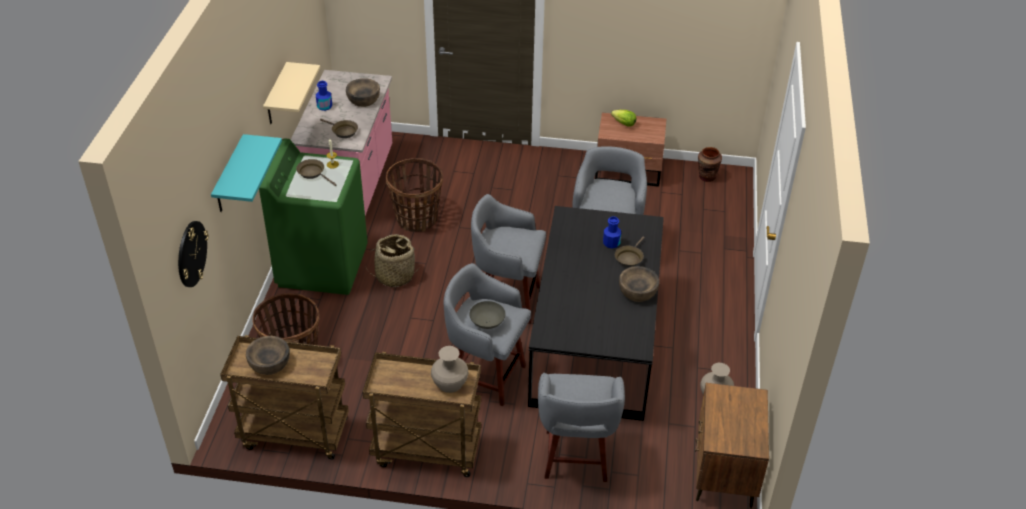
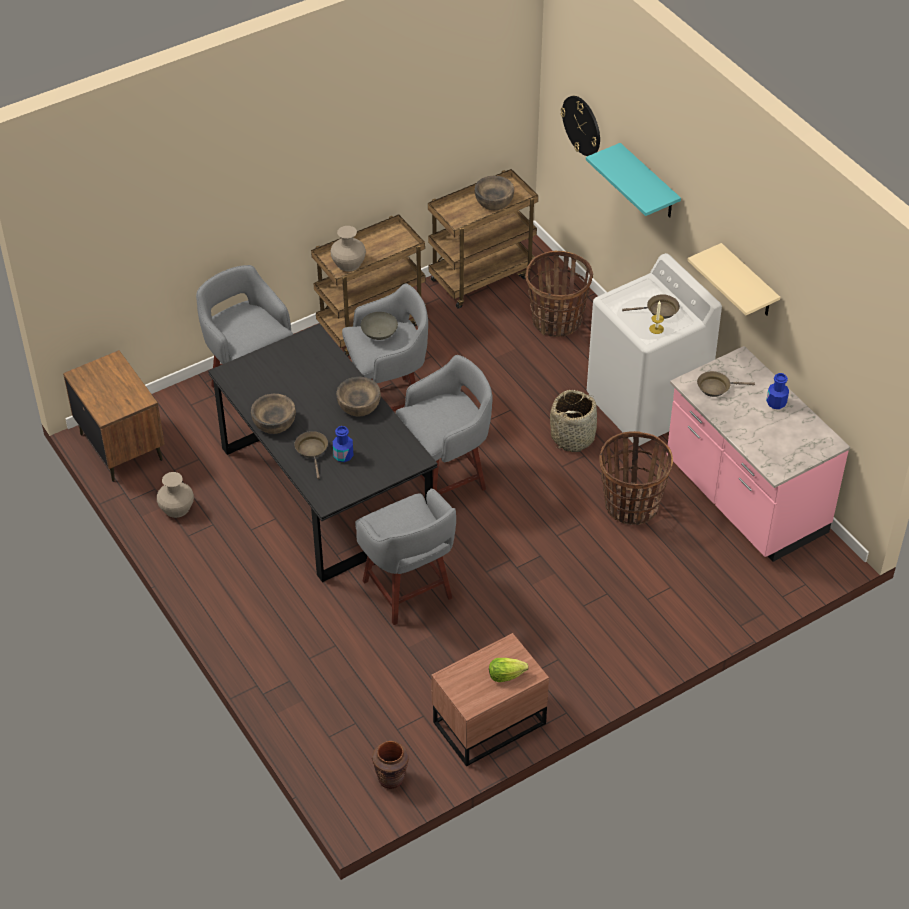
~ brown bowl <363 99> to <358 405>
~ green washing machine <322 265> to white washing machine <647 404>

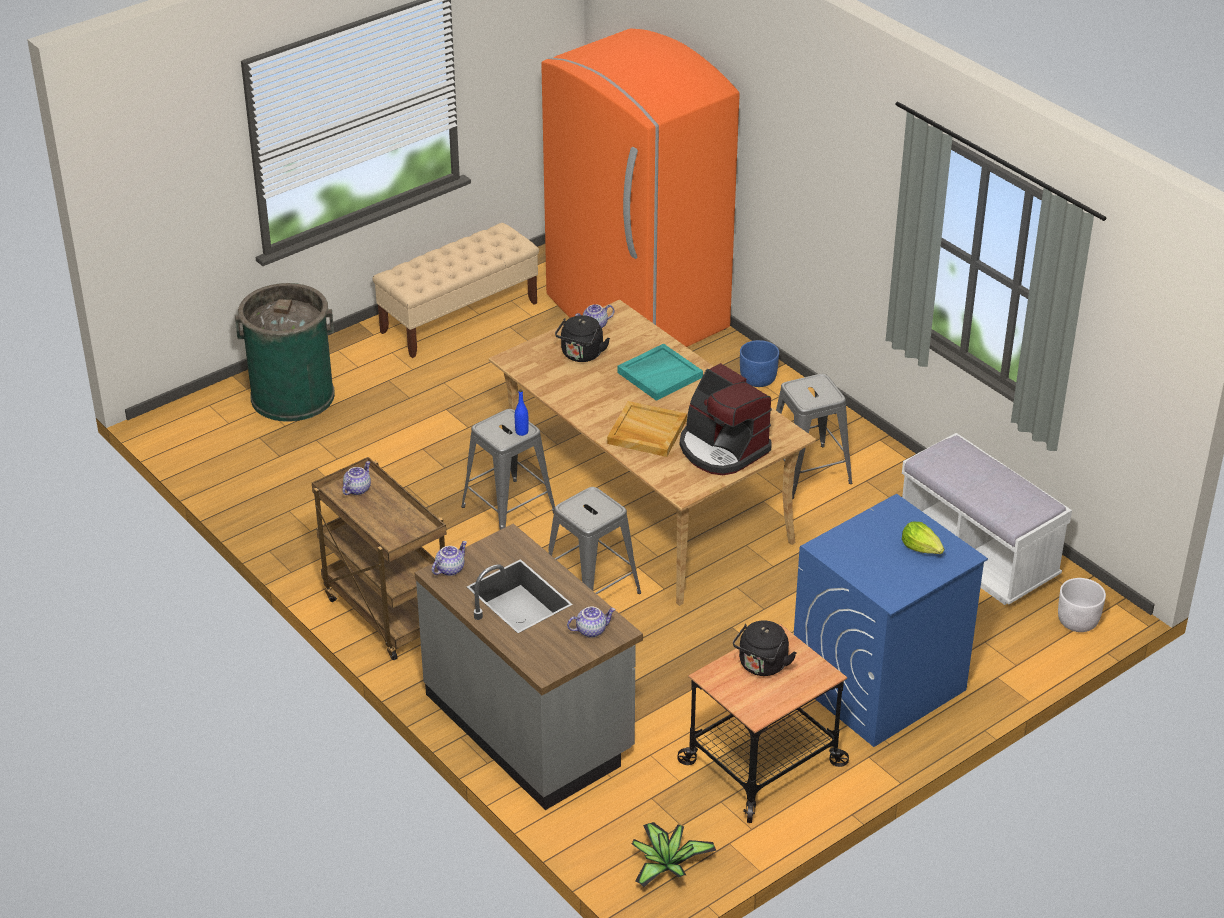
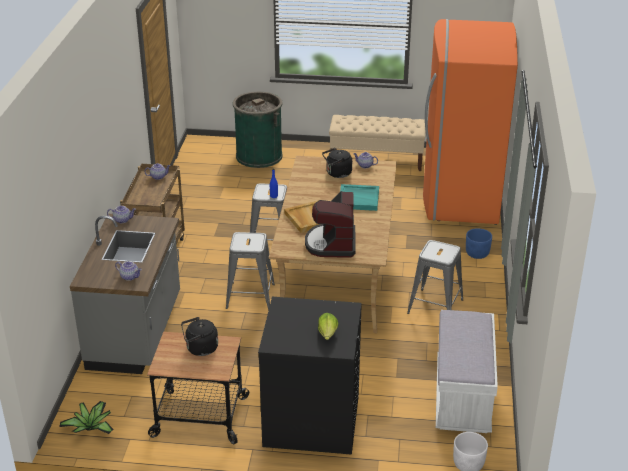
~ blue washing machine <877 685> to black washing machine <311 421>

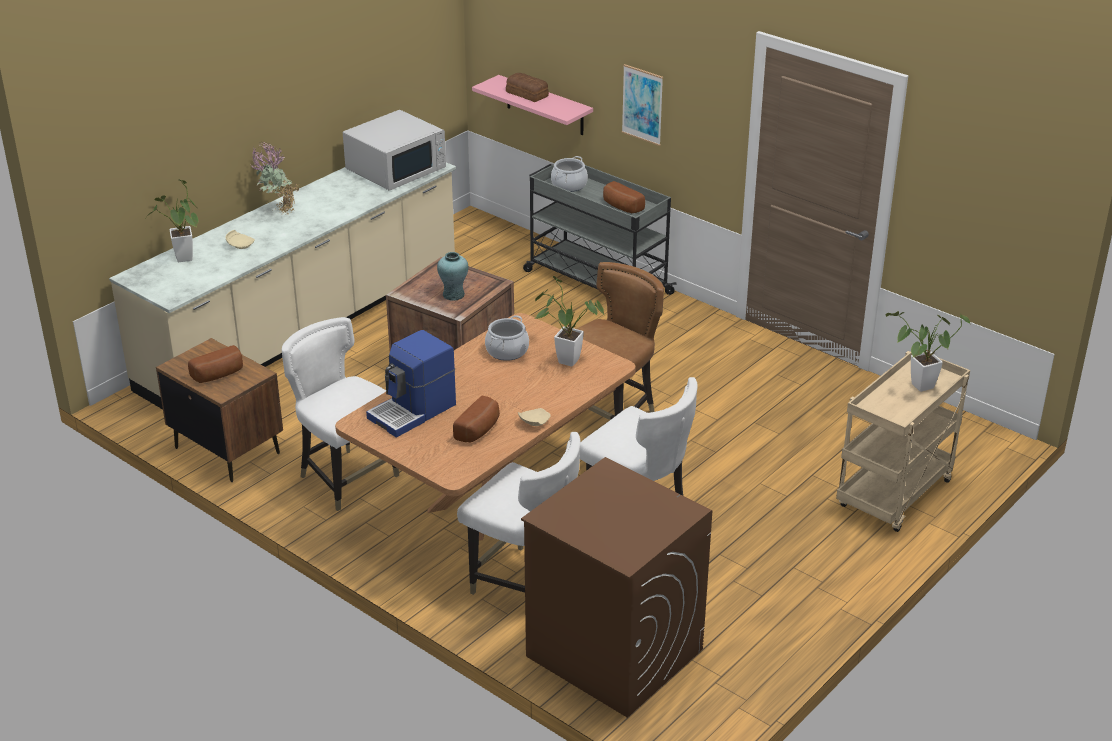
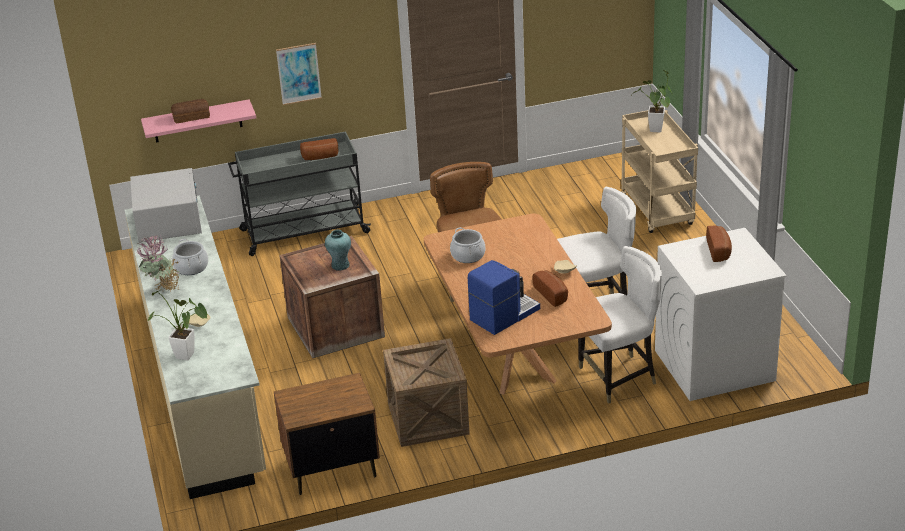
- potted plant <564 360>
~ bread <219 375> to <719 251>
~ cooking pot <569 185> to <191 267>
~ white chair <347 478> to crate <428 419>
~ brown washing machine <613 652> to white washing machine <713 365>
~ coffee machine <413 411> = <503 314> 120 degrees counterclockwise

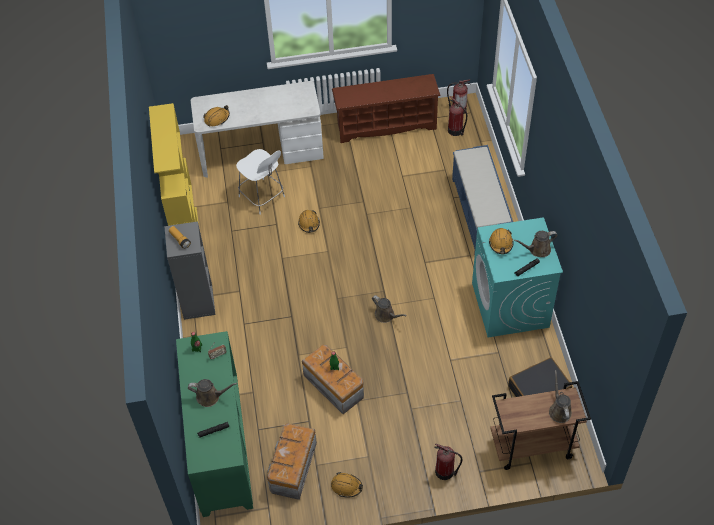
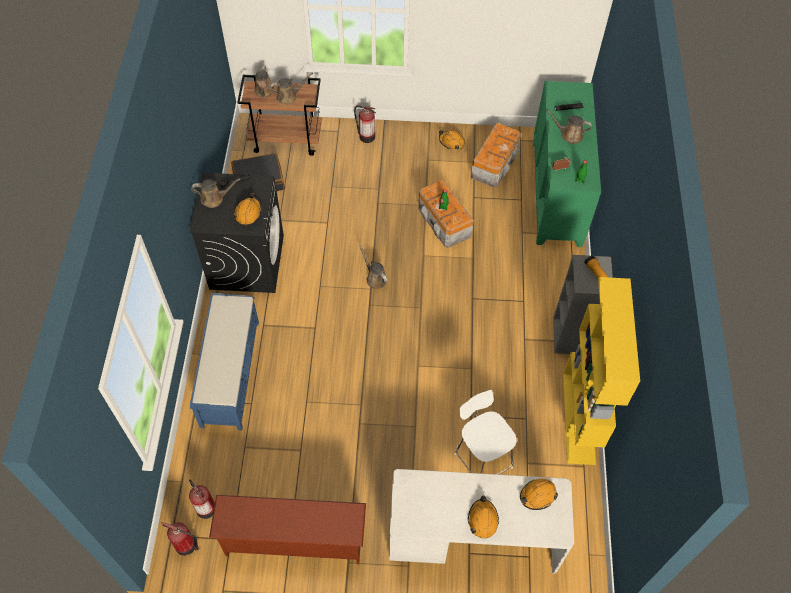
+ brown watering can <289 96>
~ orange hard hat <309 223> to <482 519>
~ turquoise washing machine <510 305> to black washing machine <246 261>

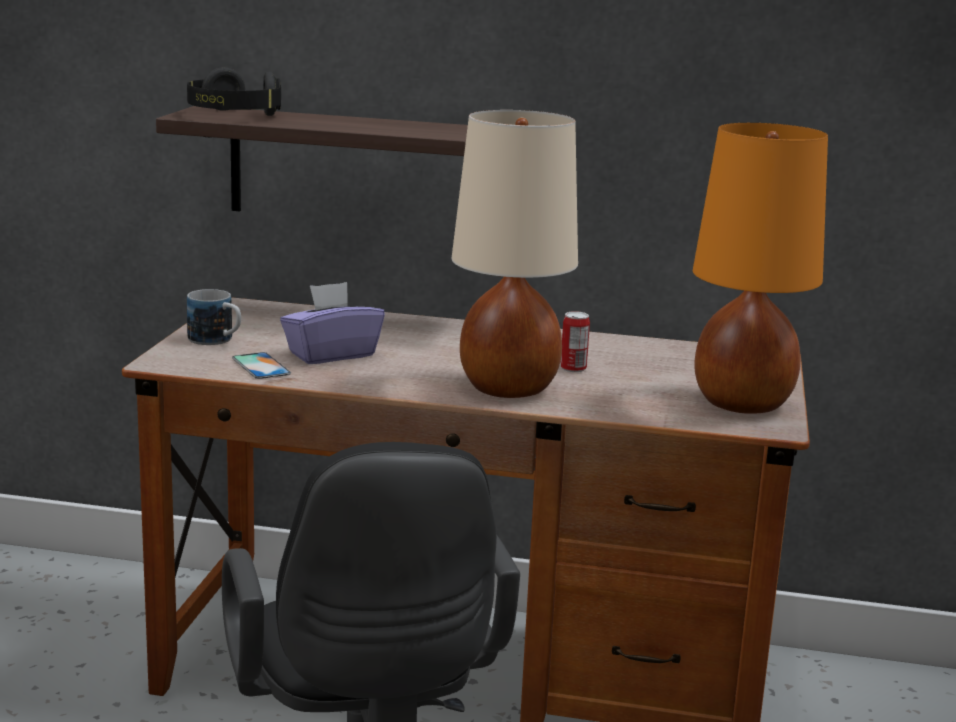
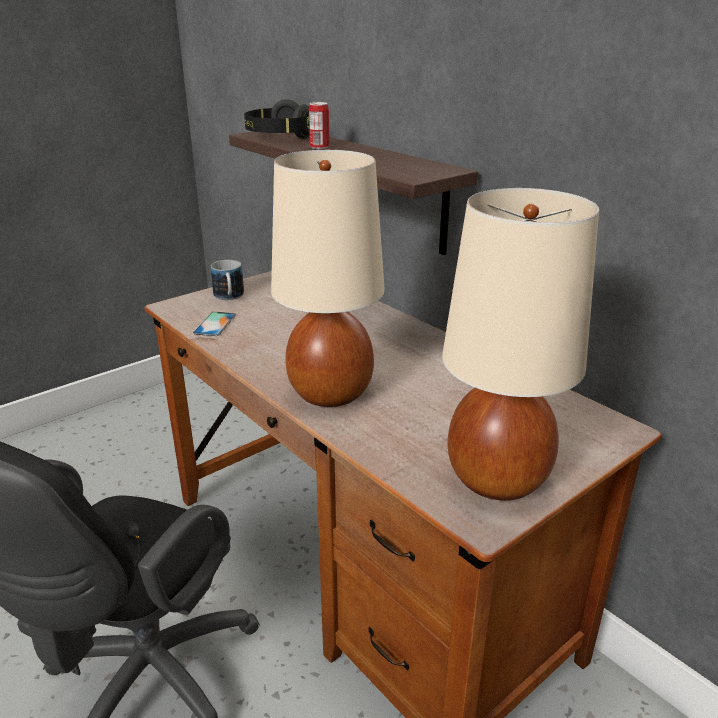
- purple tissue box <331 354>
~ can <573 368> to <319 147>
~ orange table lamp <741 404> to beige table lamp <496 479>

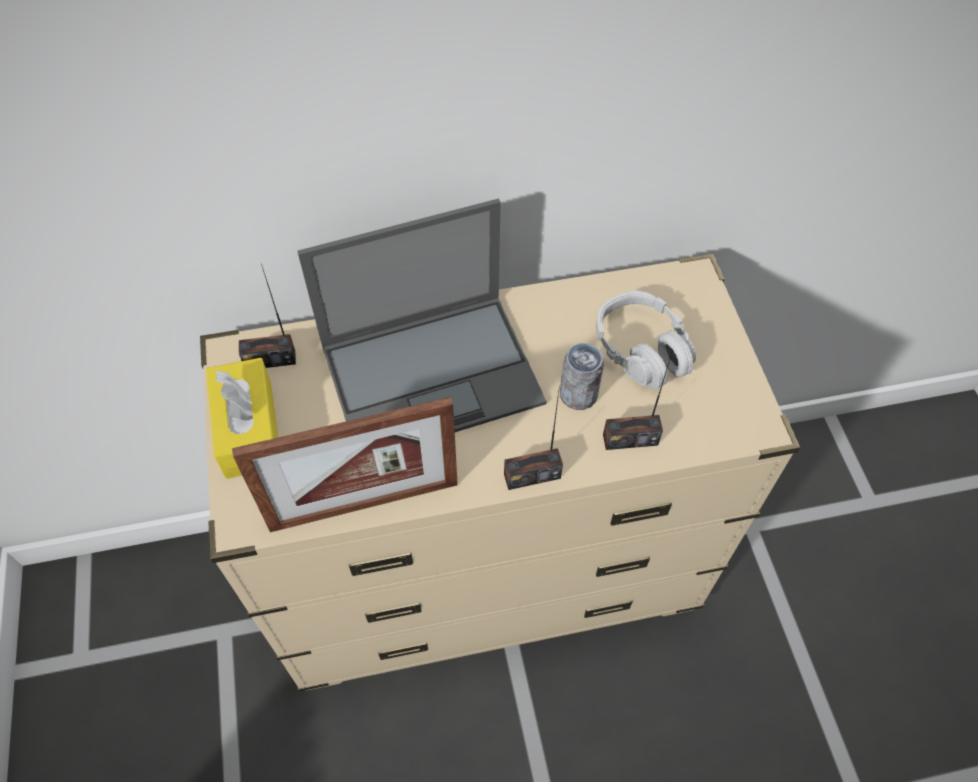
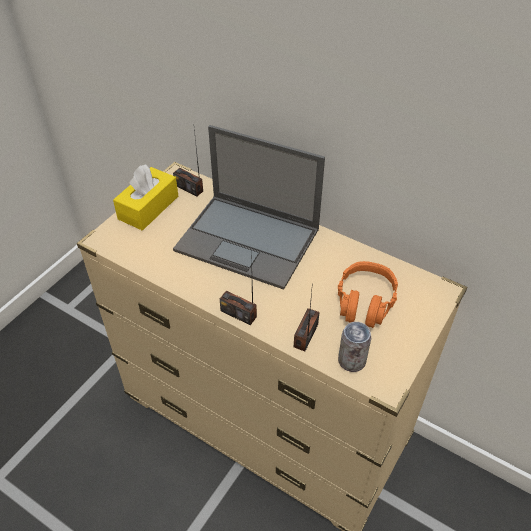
- picture frame <364 504>
~ can <578 395> to <351 361>
~ grey headphones <641 350> to orange headphones <365 302>
~ radio <630 439> = <306 335> 75 degrees clockwise

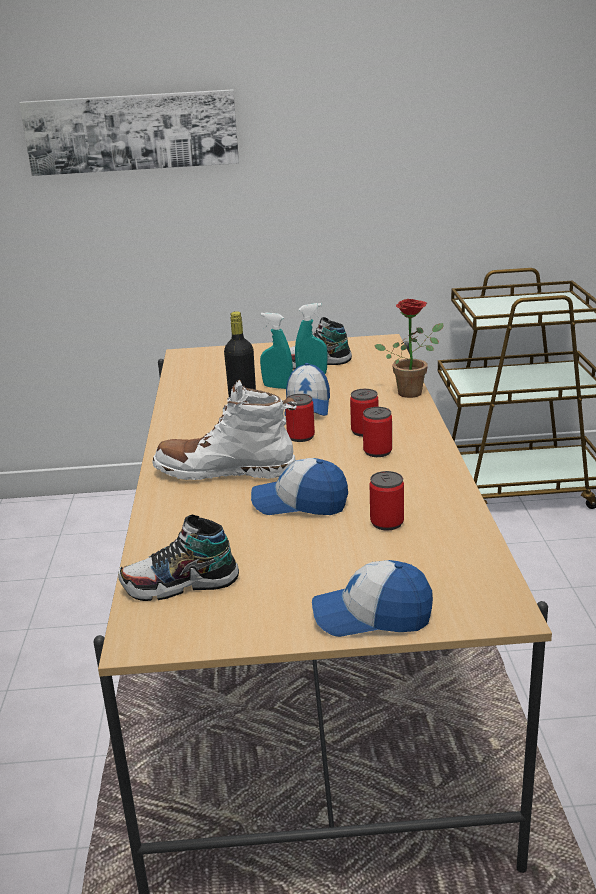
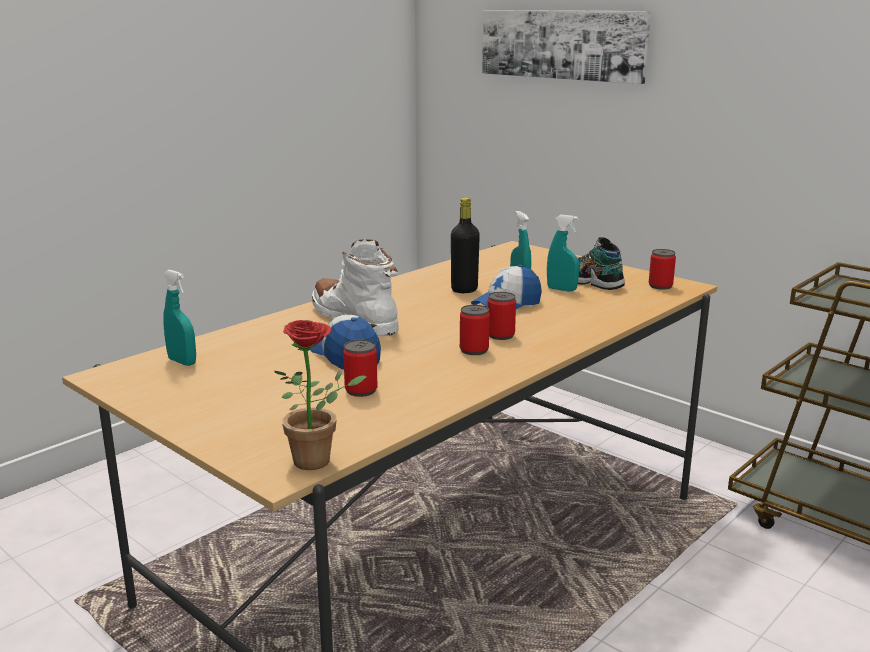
- cap <372 616>
~ can <301 436> to <660 286>
~ potted plant <413 391> to <320 461>
~ shoe <180 585> to turquoise spray bottle <182 362>

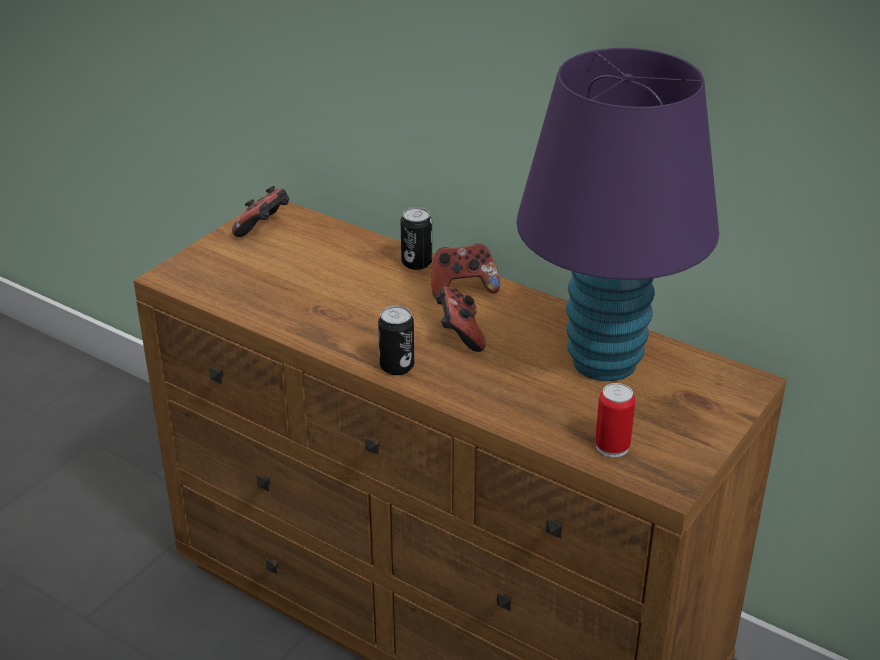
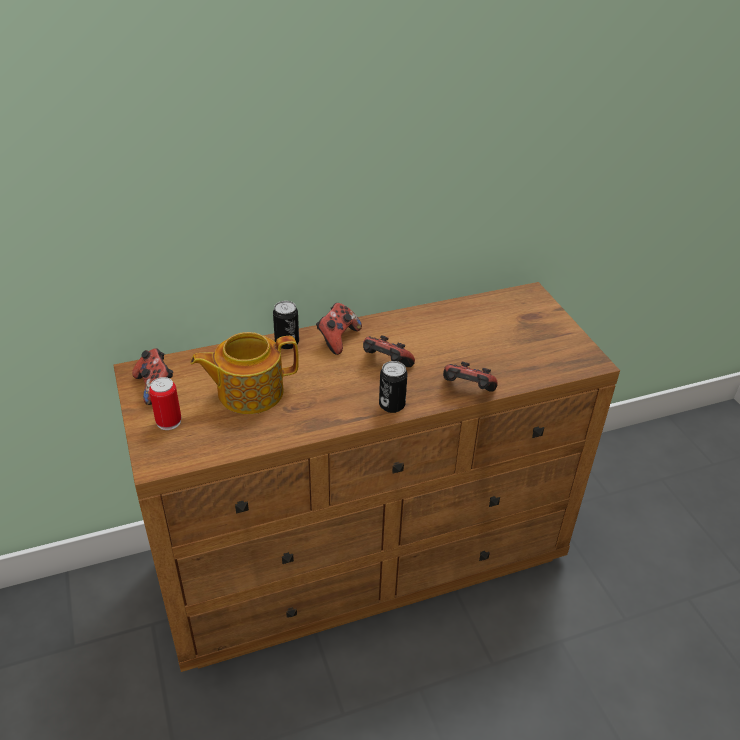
- purple table lamp <603 362>
+ teapot <248 392>
+ game controller <467 391>
~ can <612 446> to <169 421>

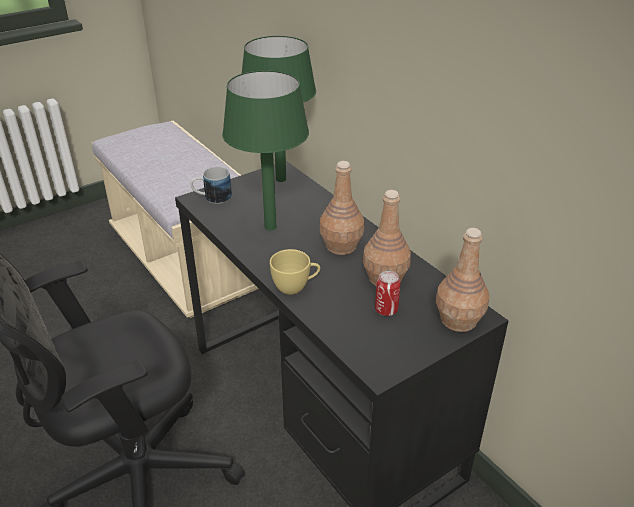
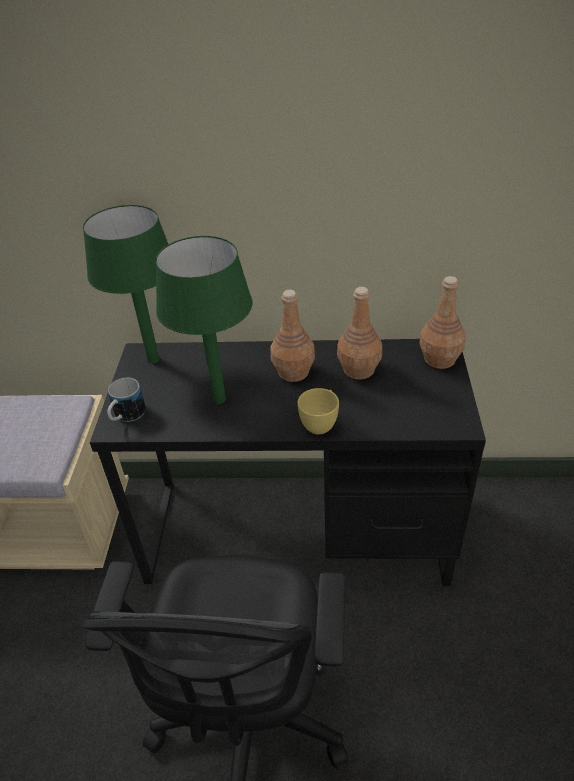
- can <386 310>

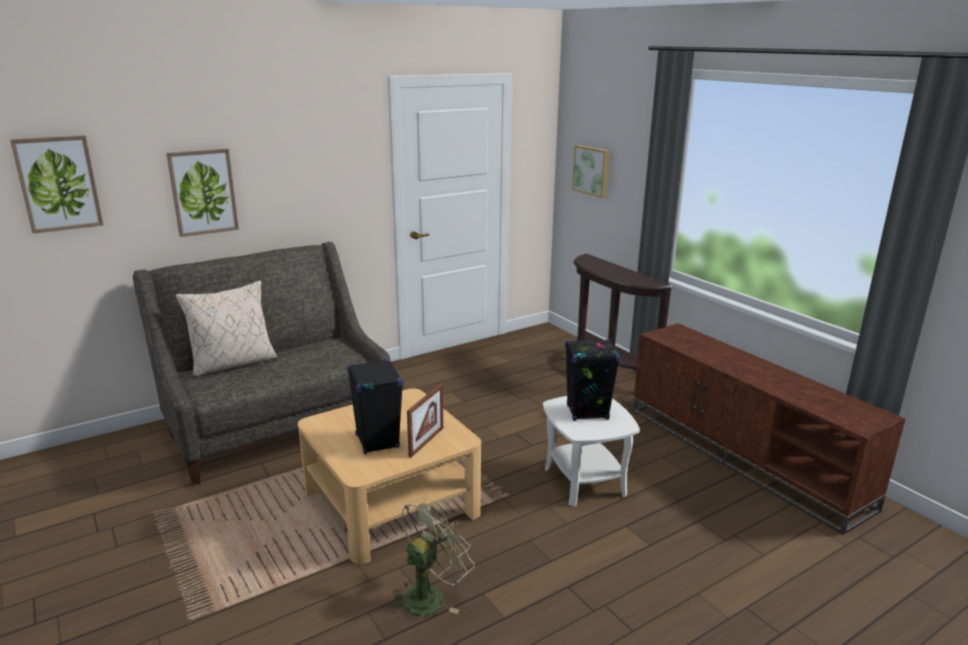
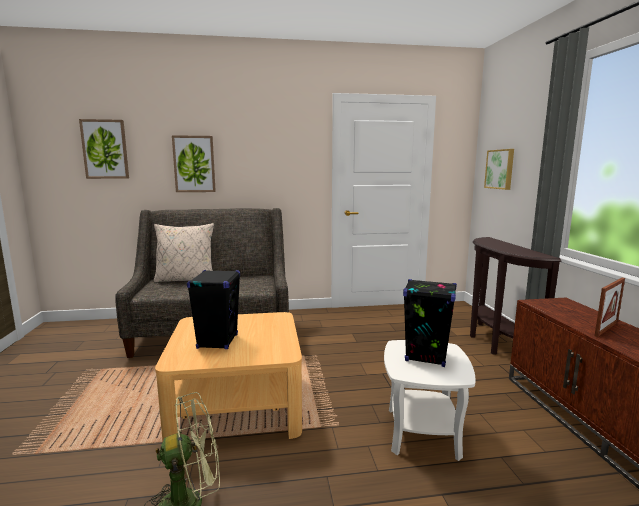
~ picture frame <426 442> to <606 329>

